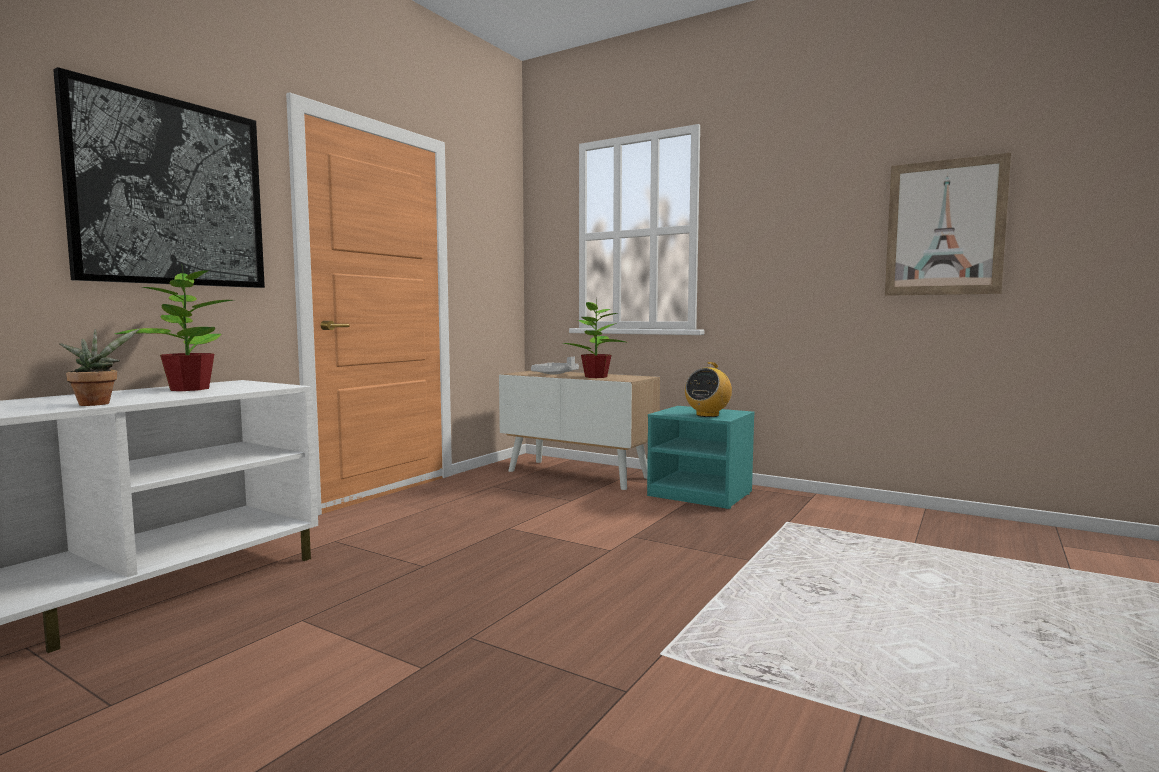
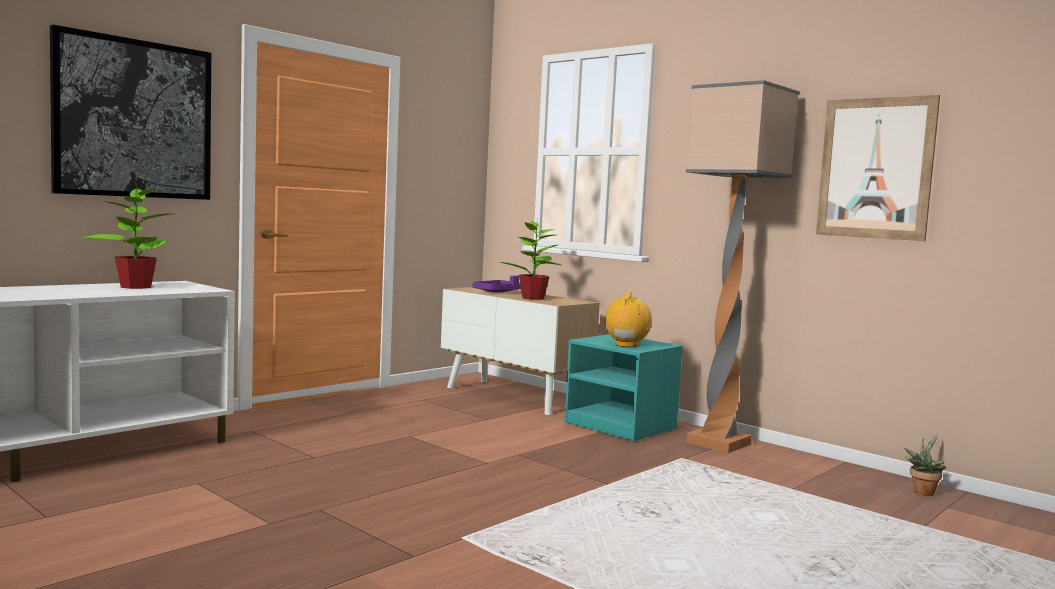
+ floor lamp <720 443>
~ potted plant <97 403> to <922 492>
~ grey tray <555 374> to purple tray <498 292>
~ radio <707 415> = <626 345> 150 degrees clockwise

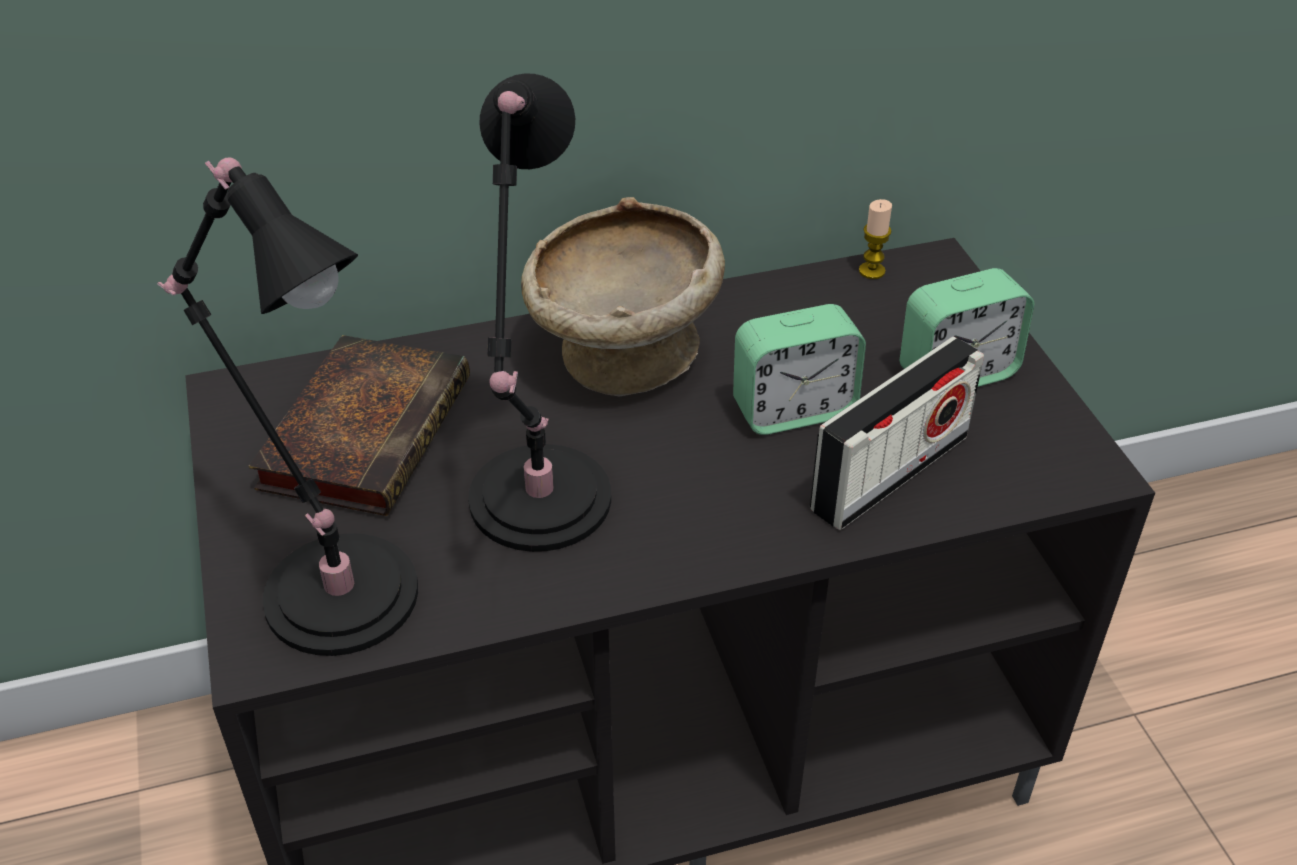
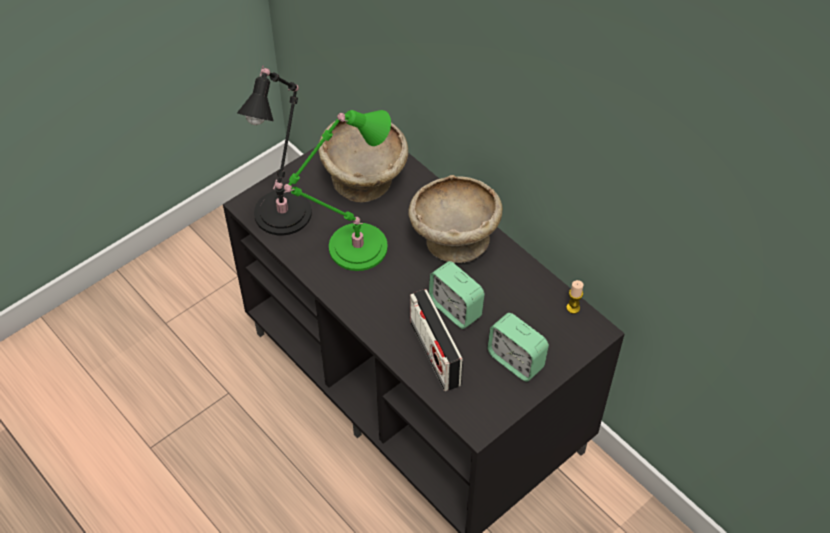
~ book <367 430> to beige bowl <365 181>
~ black table lamp <537 508> to green table lamp <353 248>
~ radio <890 473> = <435 354> 45 degrees clockwise

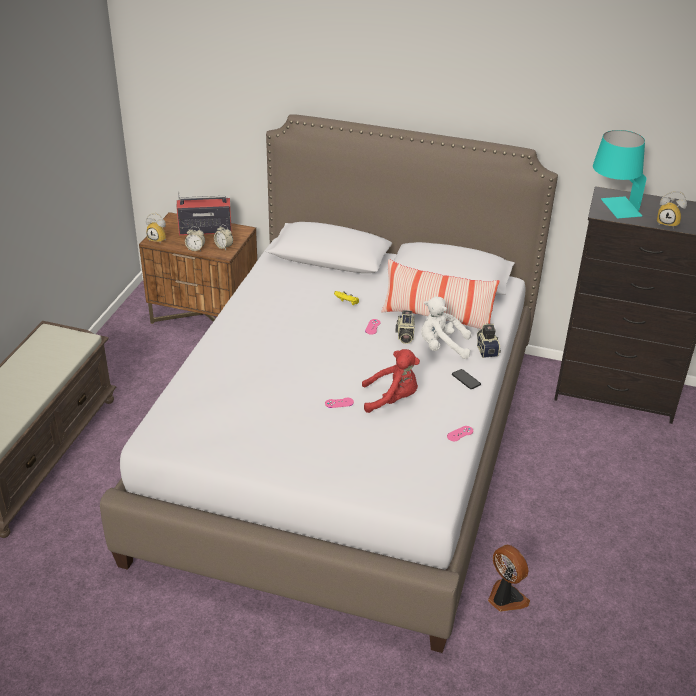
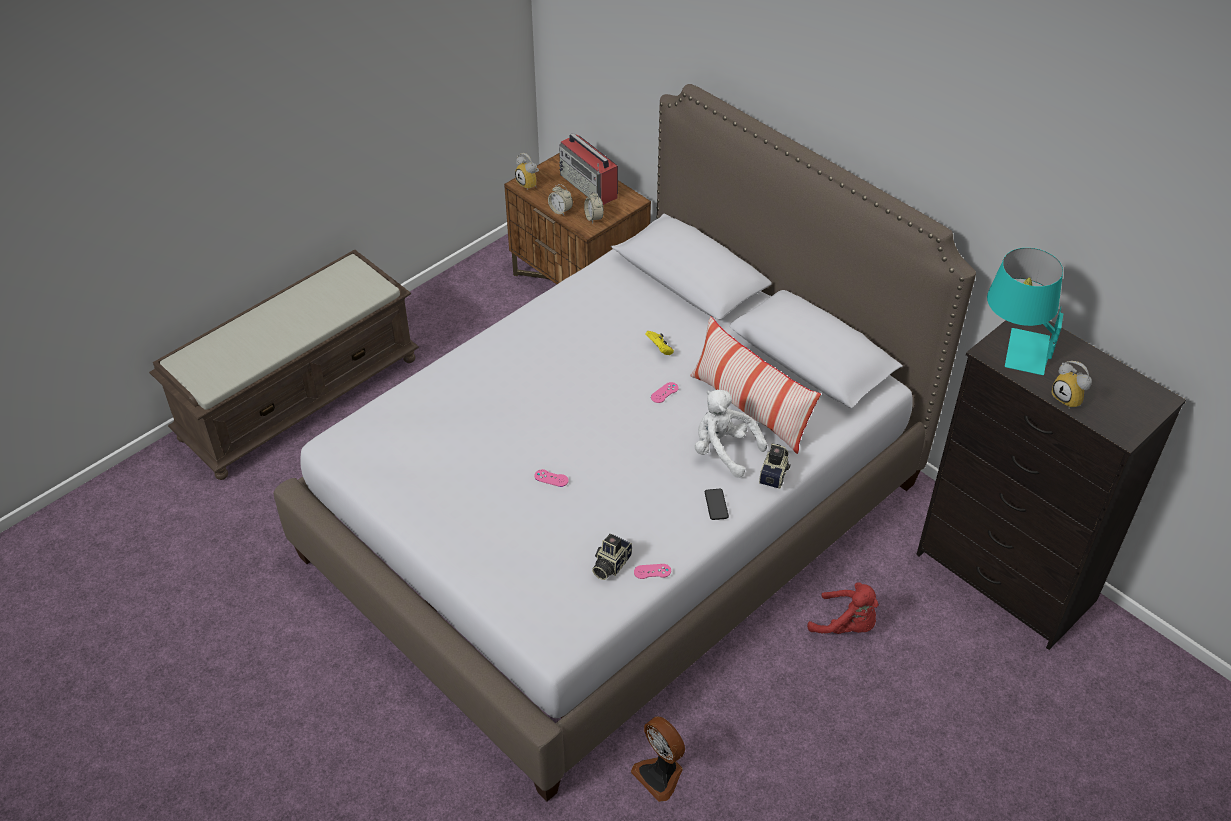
~ red plush toy <392 399> to <846 625>
~ photo camera <404 336> to <610 564>
~ radio <204 230> = <589 186> 150 degrees counterclockwise
~ fan <505 598> = <660 774> 150 degrees clockwise

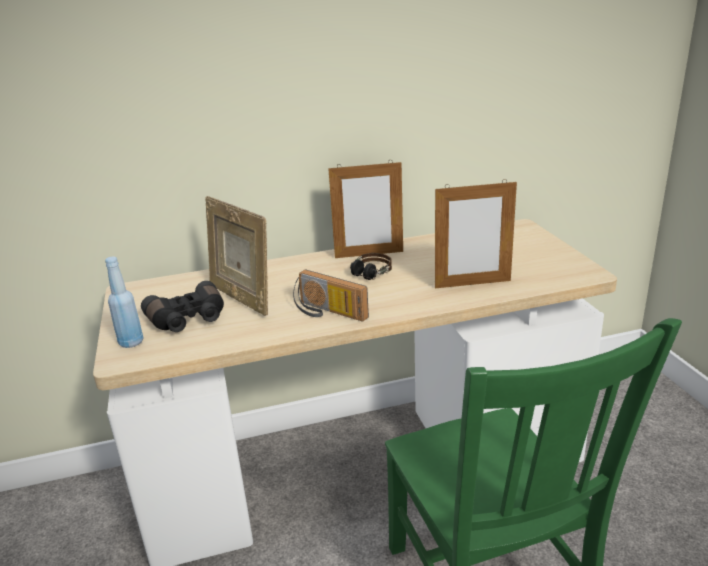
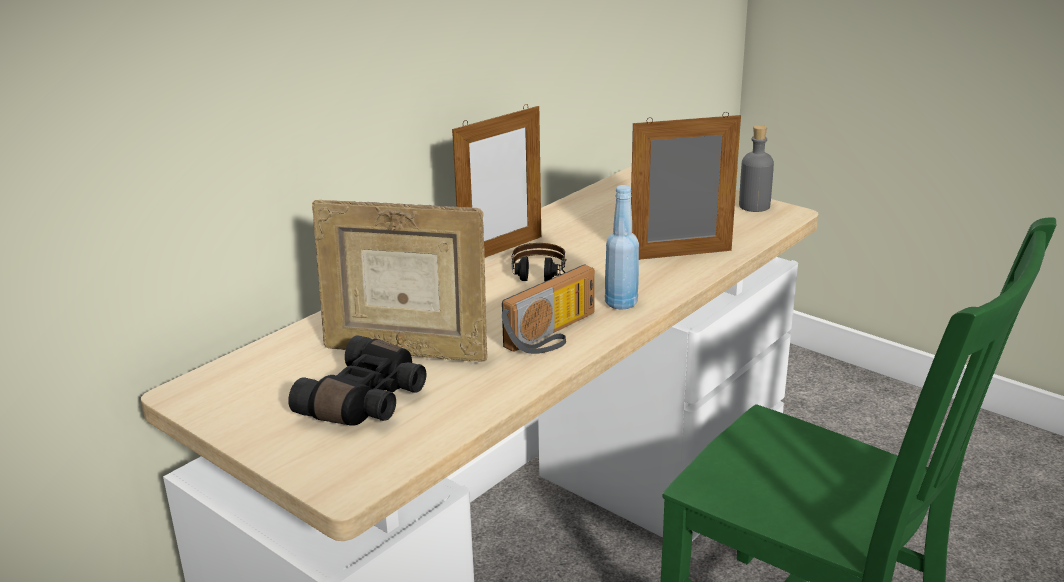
+ grey bottle <754 206>
~ blue bottle <131 342> to <621 303>
~ radio <327 313> = <555 335> 45 degrees counterclockwise
~ picture frame <472 284> = <680 255> 150 degrees counterclockwise

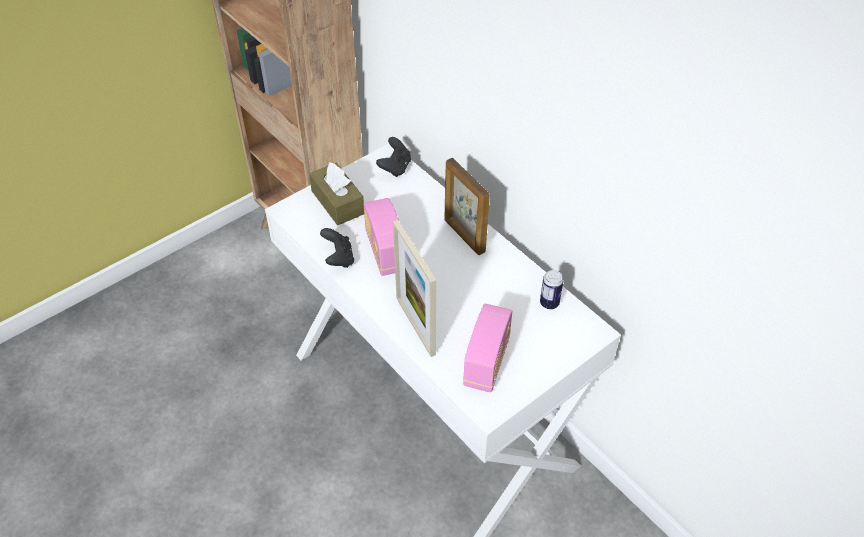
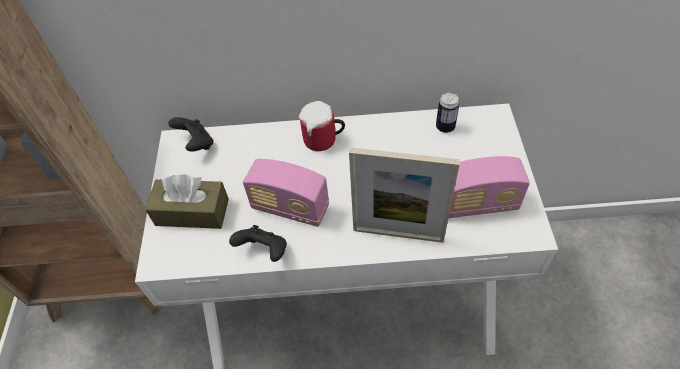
~ picture frame <464 236> to mug <324 141>
~ radio <486 362> = <478 204> 120 degrees clockwise

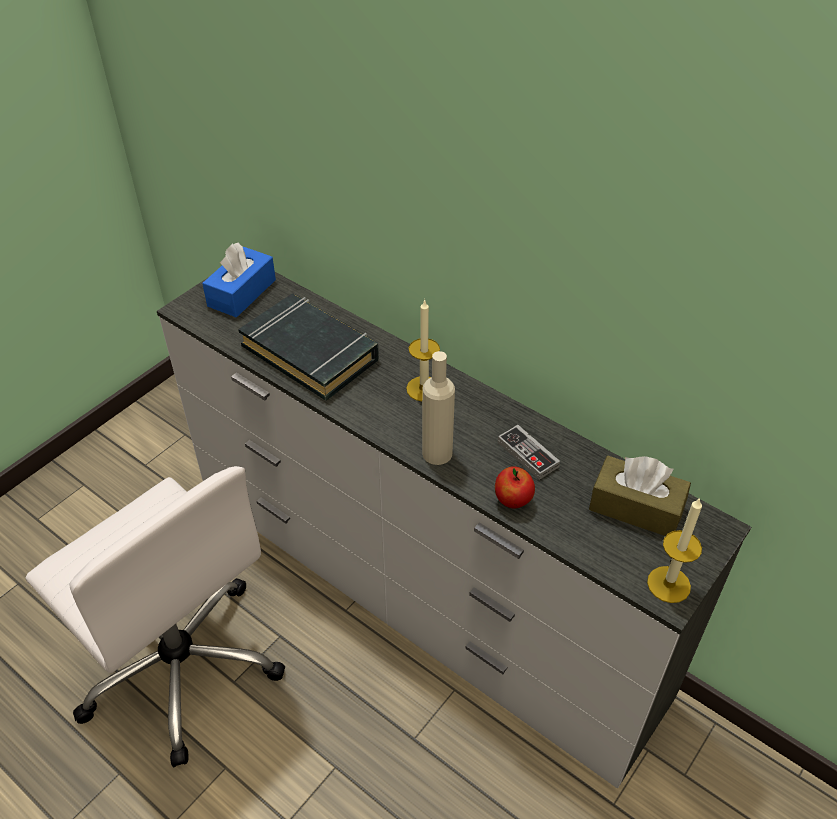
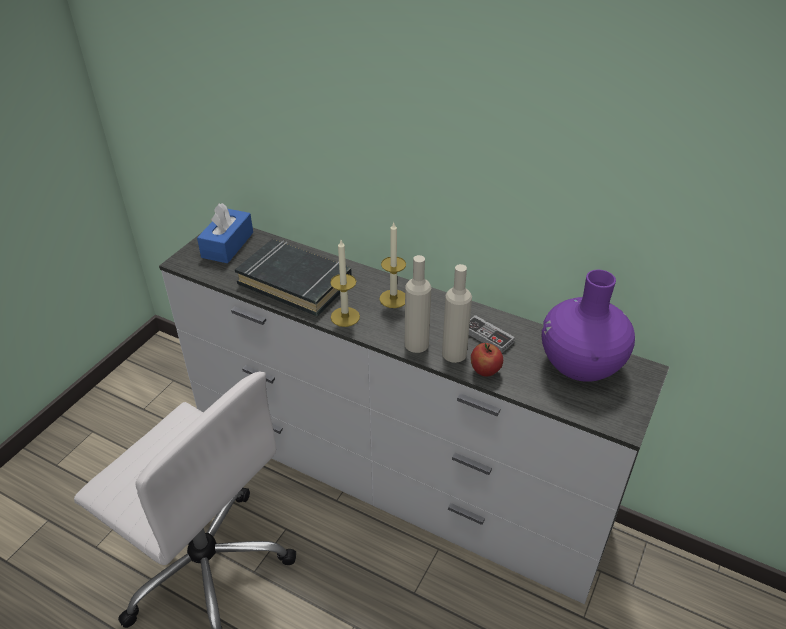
+ beige bottle <454 353>
~ candle <668 584> to <345 317>
~ brown tissue box <636 508> to purple vase <580 364>

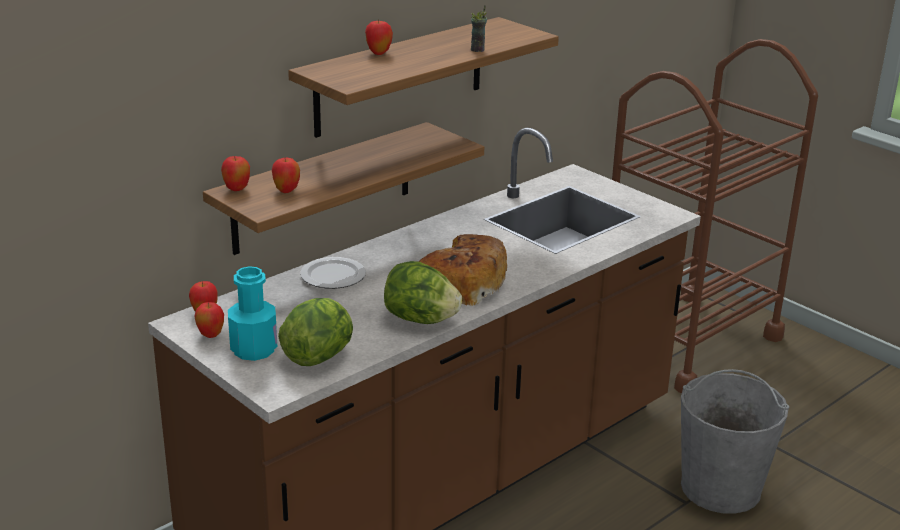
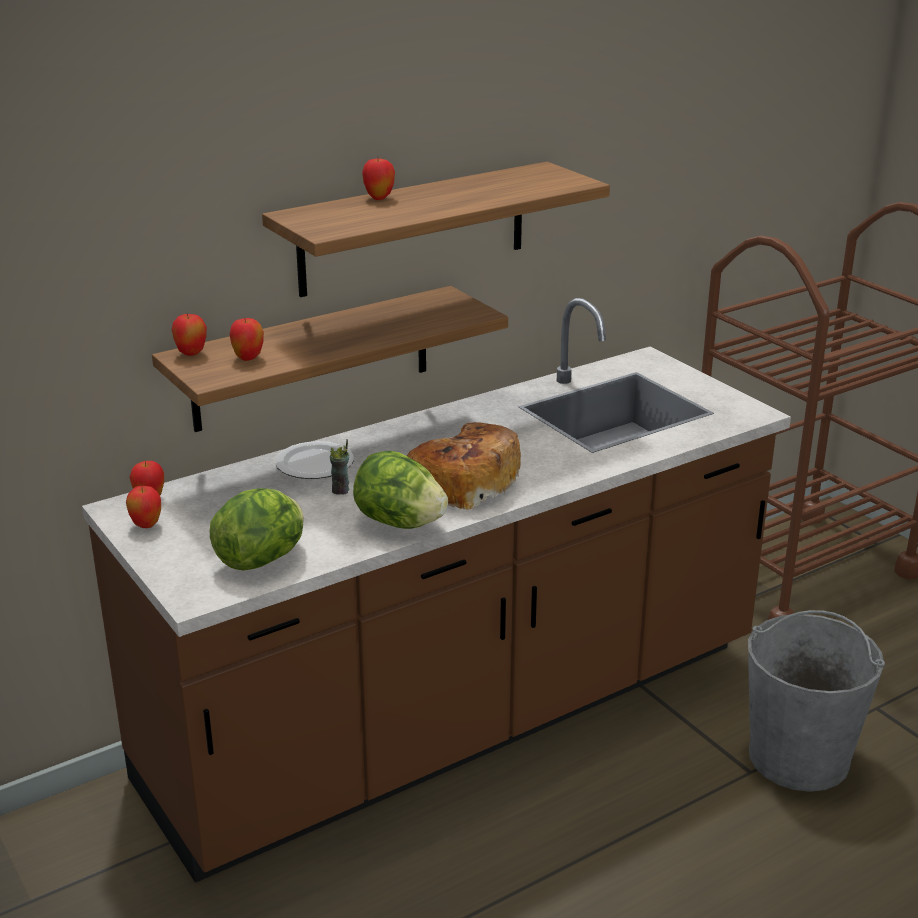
- turquoise bottle <254 349>
~ cup <478 50> to <341 490>

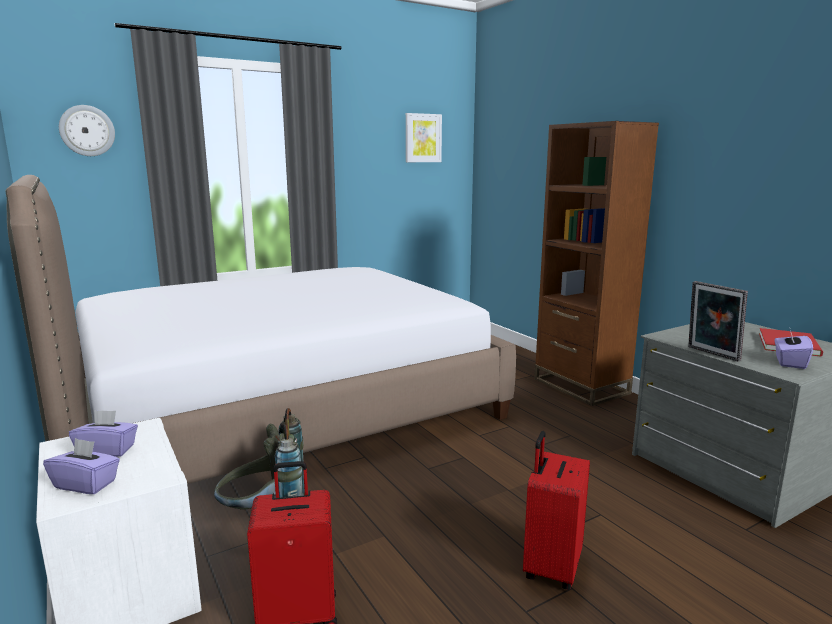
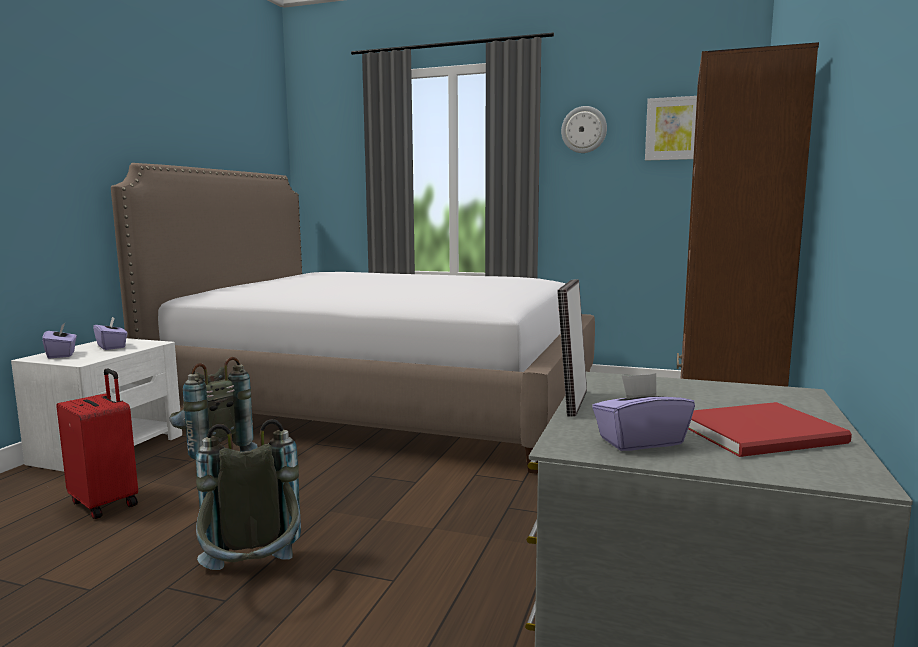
~ wall clock <87 130> to <584 129>
~ red suitcase <550 567> to grey backpack <253 579>

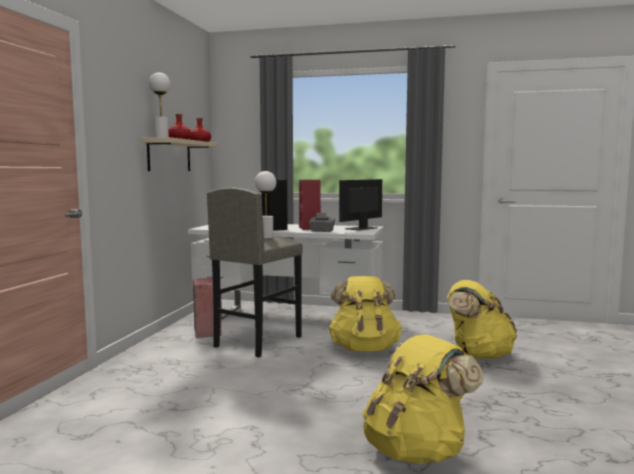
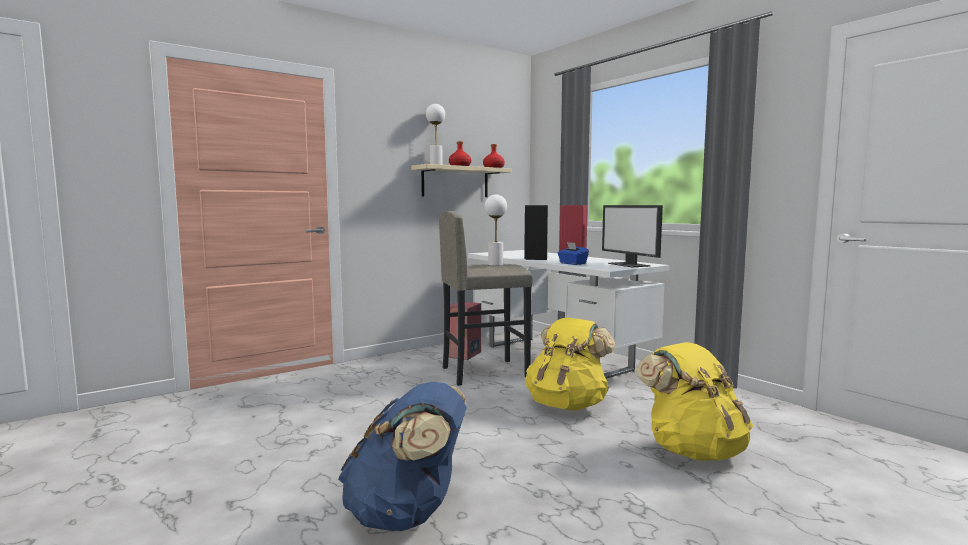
~ grey tissue box <321 231> to blue tissue box <572 263>
~ yellow backpack <416 450> to blue backpack <407 514>
~ monitor <361 228> = <629 265> 105 degrees counterclockwise

